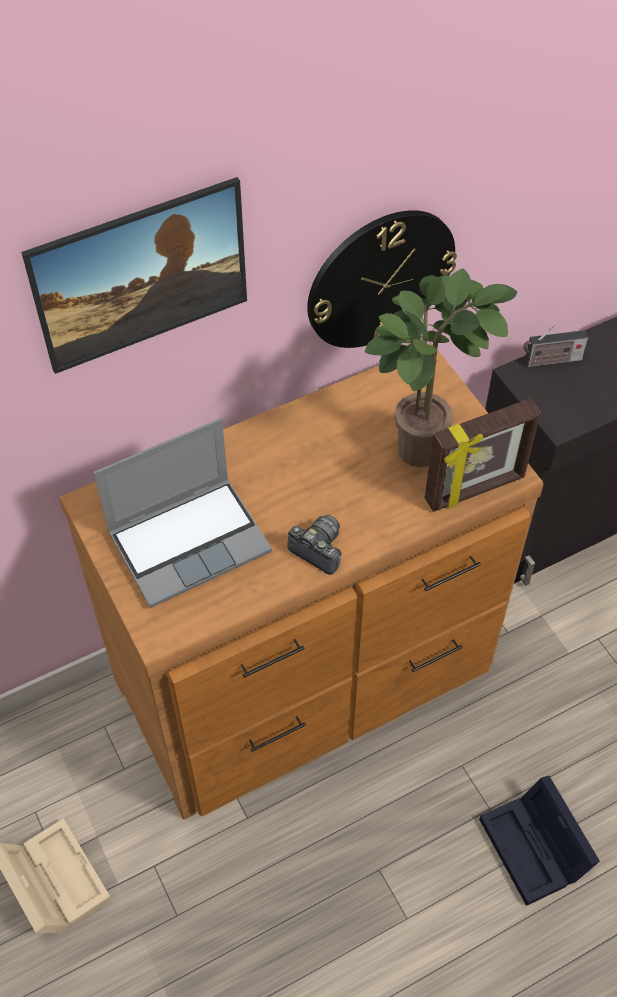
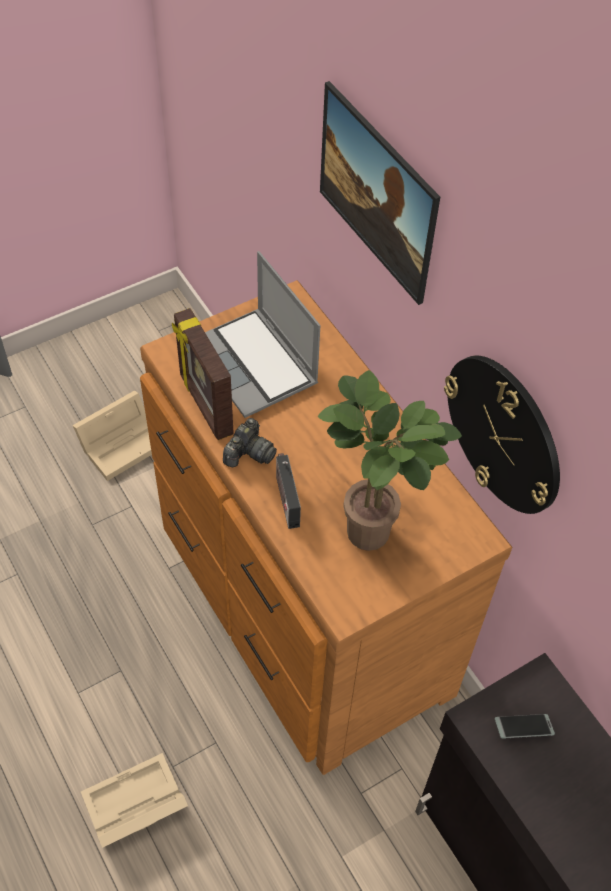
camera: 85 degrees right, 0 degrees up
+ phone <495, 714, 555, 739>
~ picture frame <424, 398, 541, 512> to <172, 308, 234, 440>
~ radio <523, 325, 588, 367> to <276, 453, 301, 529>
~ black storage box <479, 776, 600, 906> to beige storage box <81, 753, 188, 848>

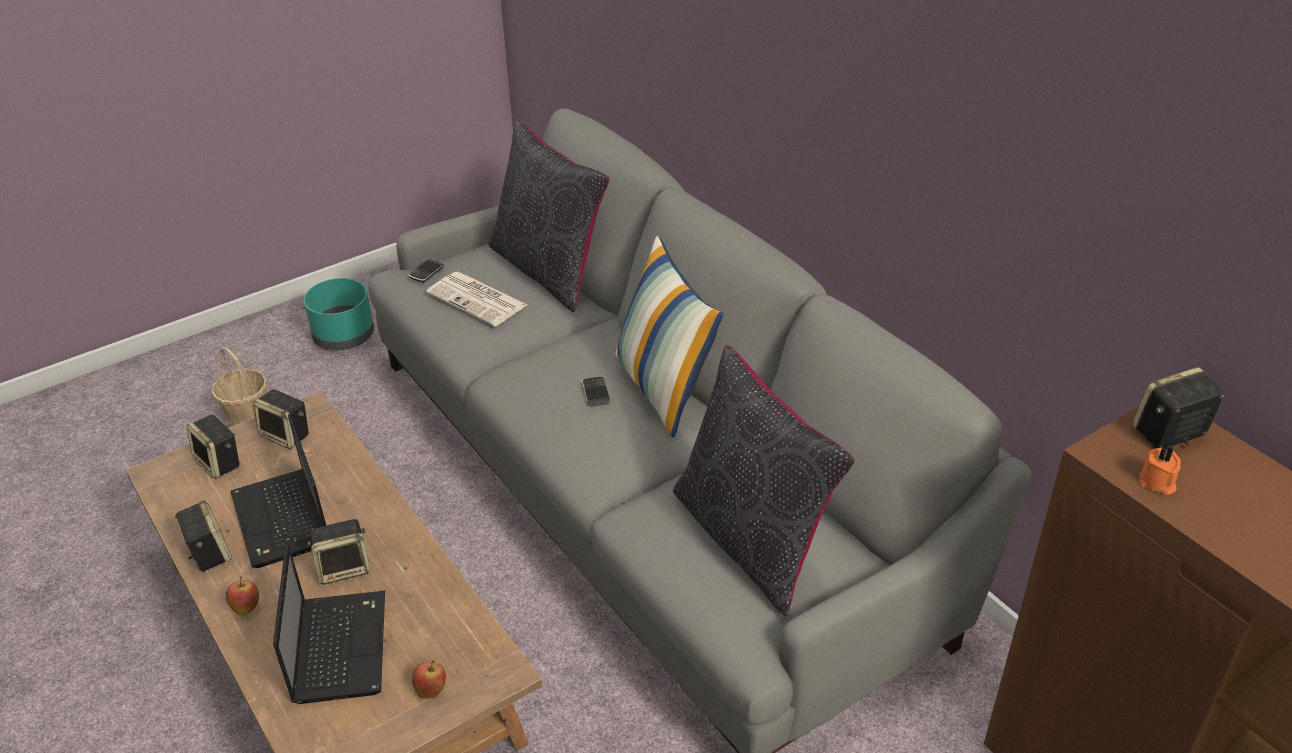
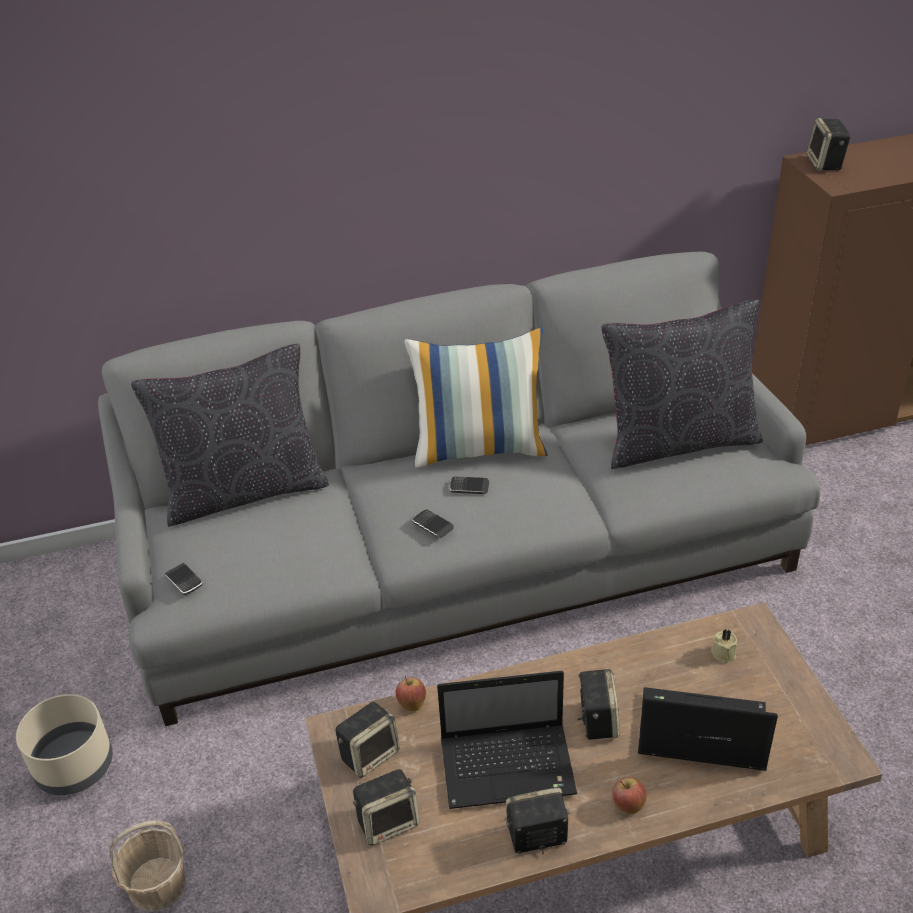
camera: 70 degrees left, 0 degrees up
- newspaper <426, 272, 527, 326>
- orange candle <1139, 444, 1181, 495>
+ phone <412, 509, 454, 538>
+ beige candle <711, 629, 737, 664>
~ apple <412, 660, 446, 699> to <396, 676, 426, 711>
~ turquoise planter <304, 278, 374, 350> to beige planter <16, 694, 113, 795>

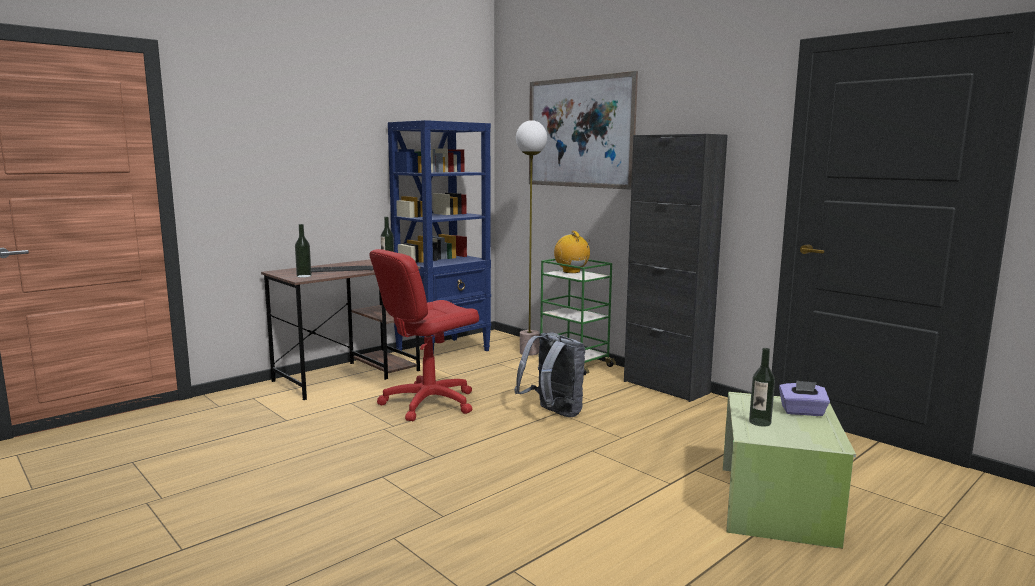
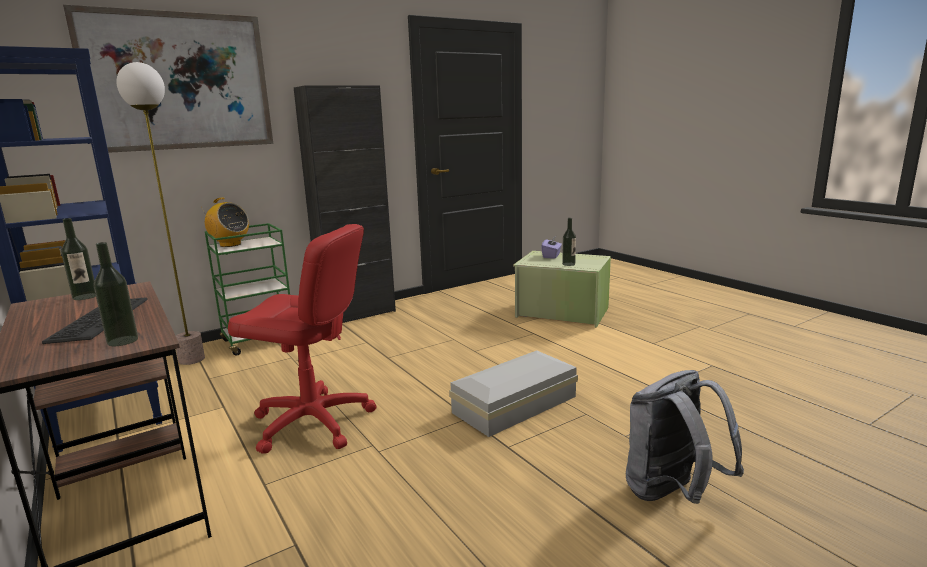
camera: 80 degrees left, 5 degrees up
+ white storage box <449, 350, 578, 437>
~ grey backpack <514, 332, 585, 417> to <626, 370, 744, 504>
~ red office chair <369, 249, 479, 421> = <228, 224, 377, 454> 45 degrees counterclockwise
~ radio <554, 231, 590, 273> = <202, 197, 249, 247> 135 degrees counterclockwise

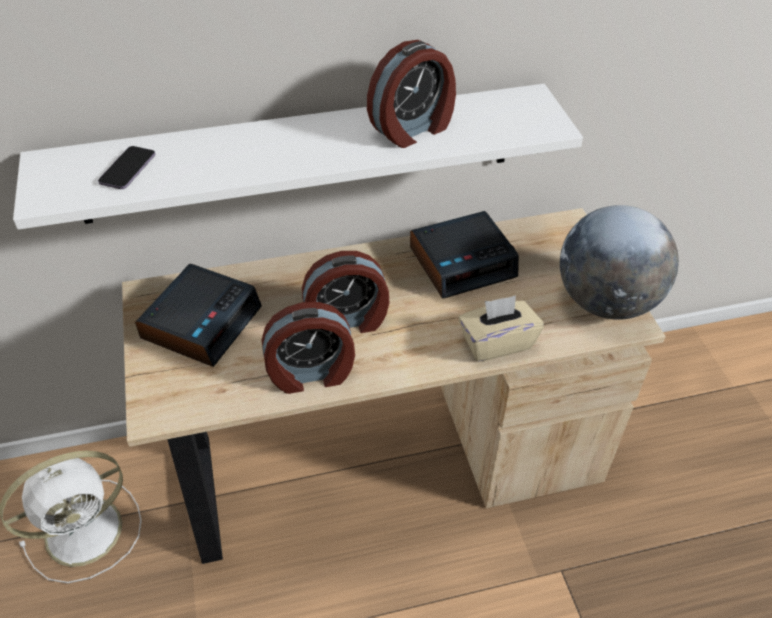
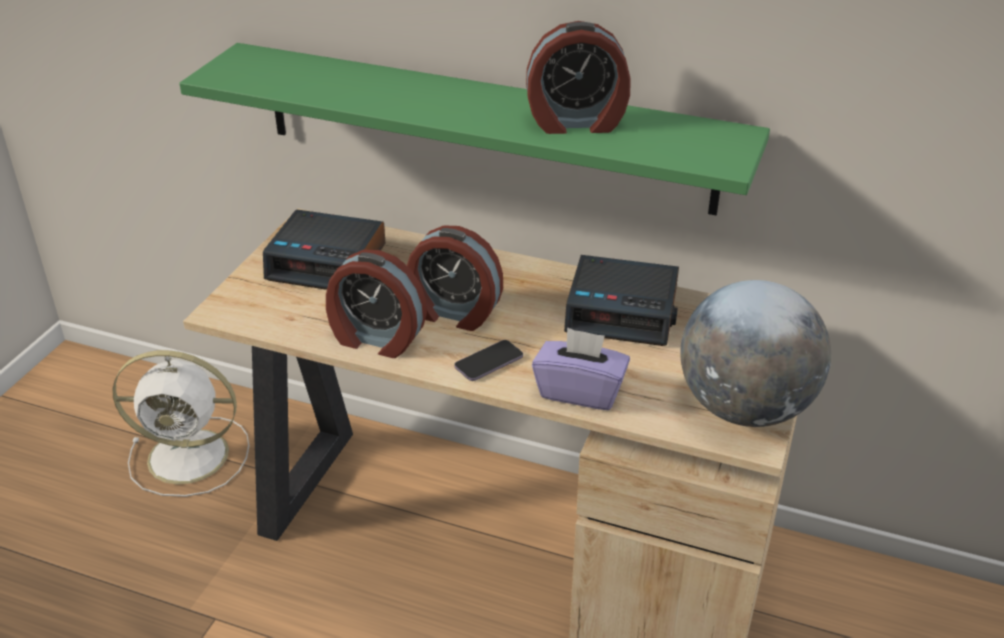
camera: 35 degrees right, 10 degrees down
~ phone <98, 146, 155, 189> to <454, 340, 523, 381>
~ white shelf <13, 84, 583, 230> to green shelf <179, 43, 770, 215>
~ beige tissue box <458, 296, 544, 362> to purple tissue box <532, 327, 630, 410>
~ alarm clock <135, 264, 262, 367> = <263, 210, 385, 290> 45 degrees clockwise

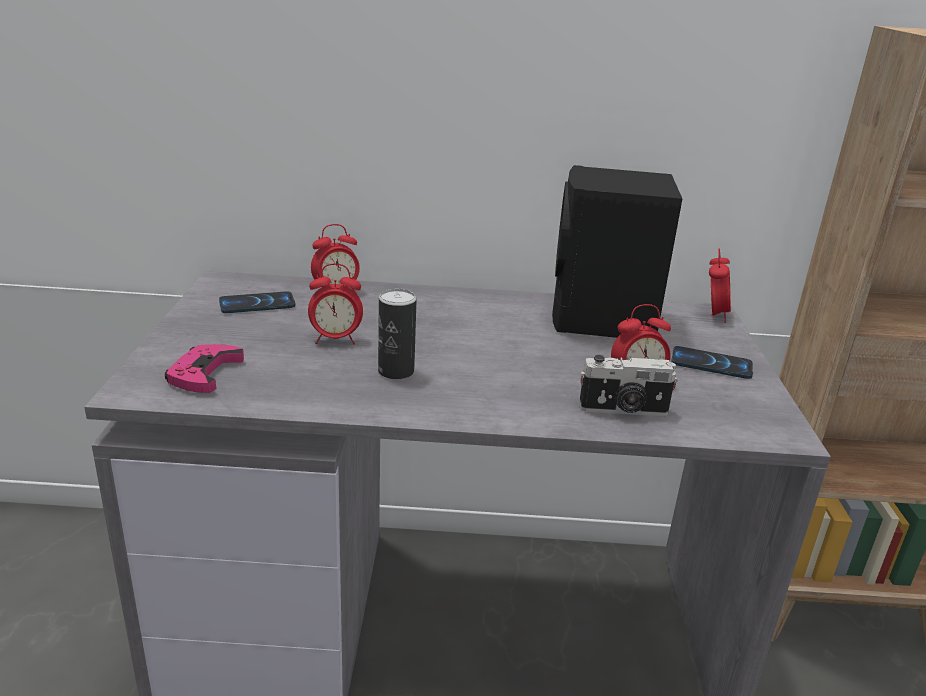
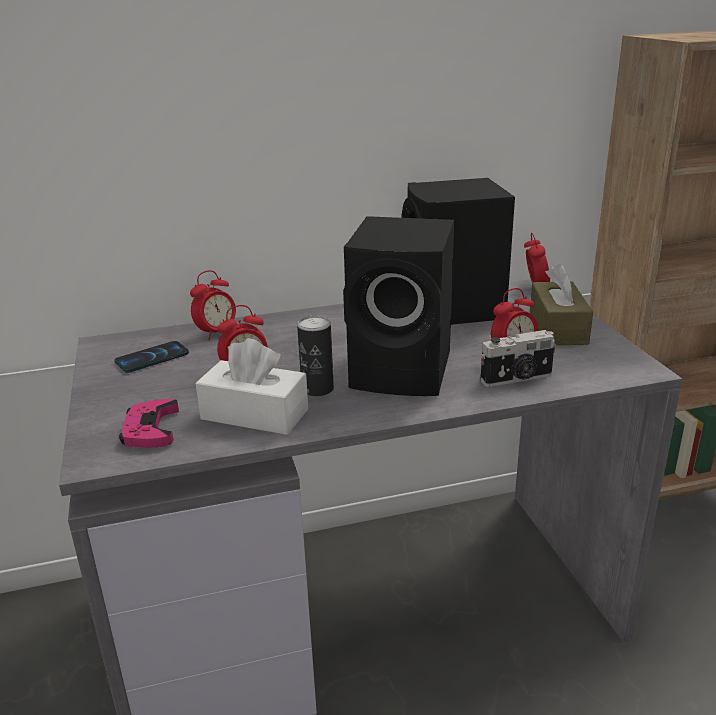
camera: 15 degrees left, 0 degrees up
+ white tissue box <195, 338, 308, 435>
+ black speaker <343, 216, 454, 396>
~ phone <671, 346, 753, 379> to brown tissue box <530, 263, 593, 345>

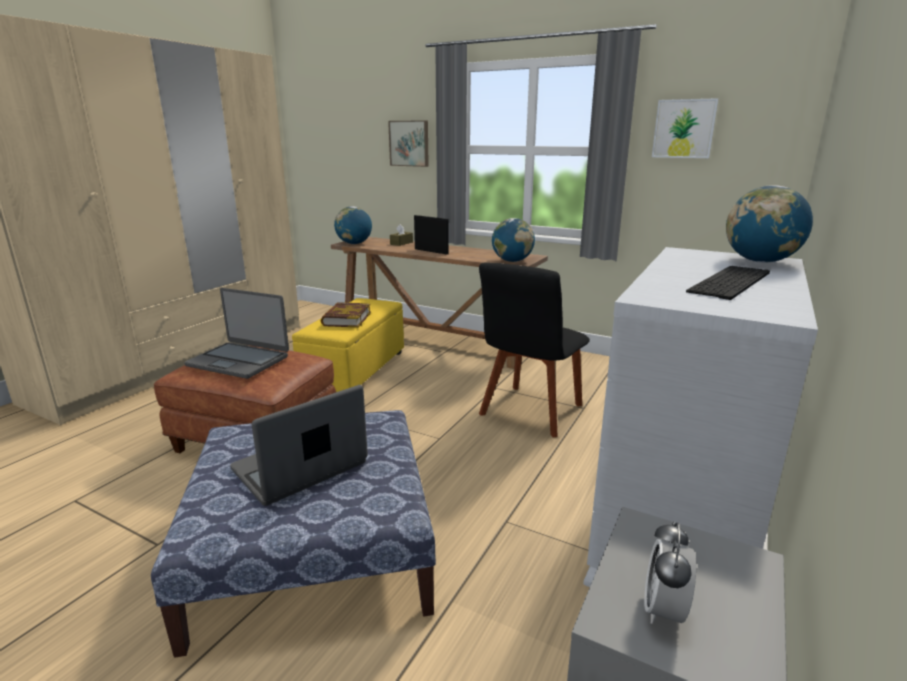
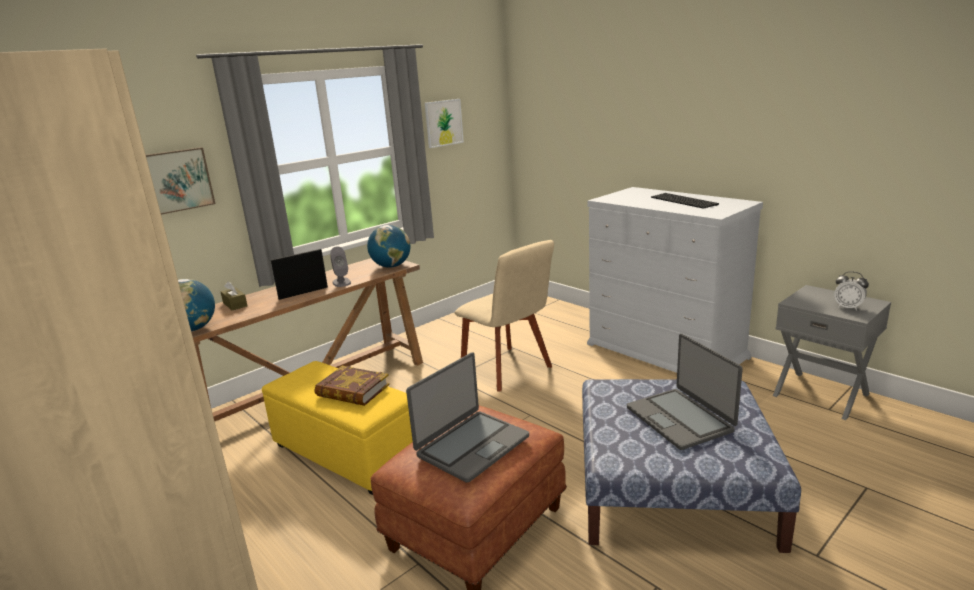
camera: 70 degrees left, 0 degrees up
- globe <726, 185, 813, 263>
+ grey speaker <330, 247, 351, 287>
~ black chair <479, 263, 590, 437> to beige chair <455, 240, 554, 391>

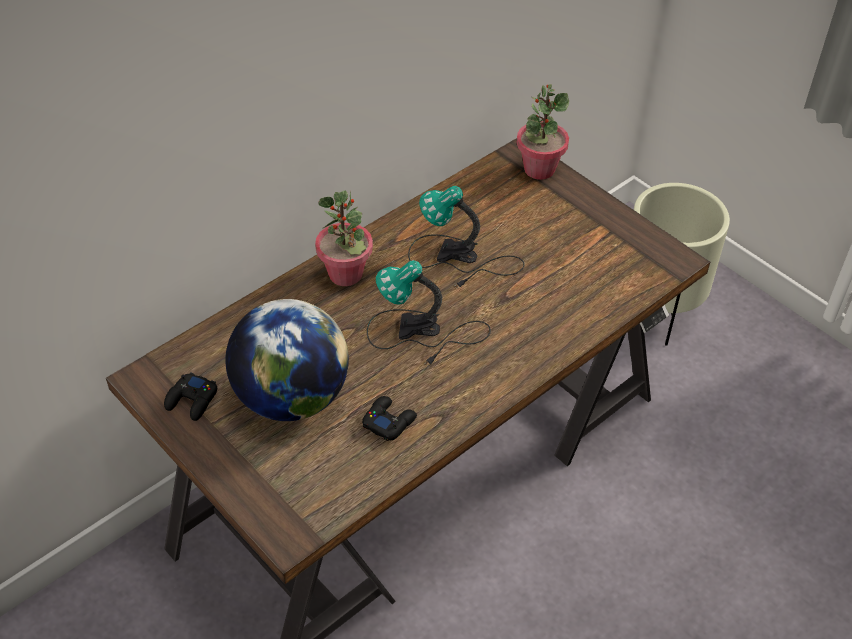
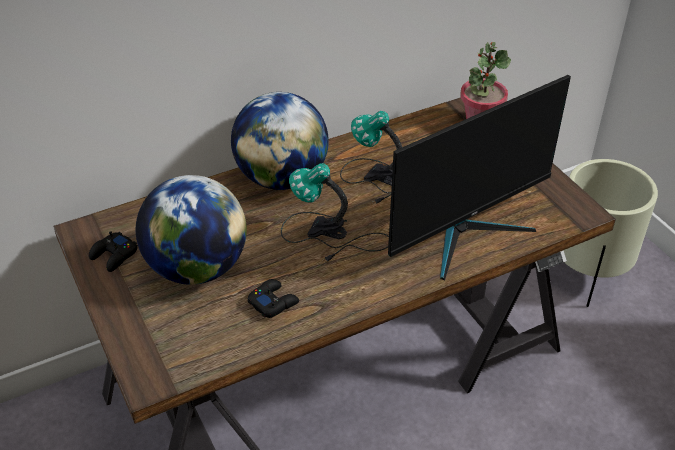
camera: 15 degrees right, 5 degrees down
+ monitor <388, 75, 571, 281>
~ potted plant <315, 191, 373, 286> to globe <231, 92, 329, 190>

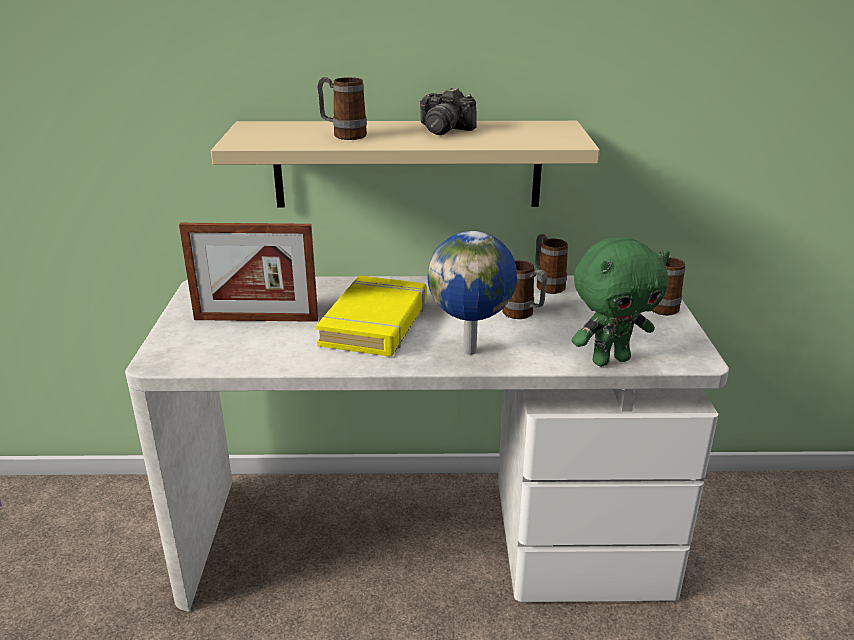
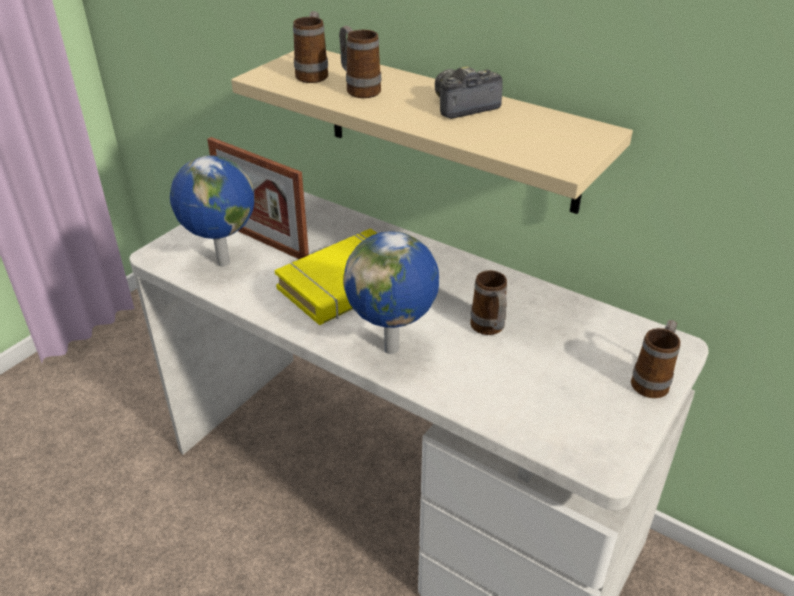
camera: 35 degrees right, 10 degrees up
- green plush toy <572, 238, 670, 366>
+ globe <170, 155, 254, 267>
~ mug <535, 234, 568, 294> to <293, 11, 328, 83>
~ photo camera <420, 88, 477, 135> = <435, 66, 503, 119> 90 degrees clockwise

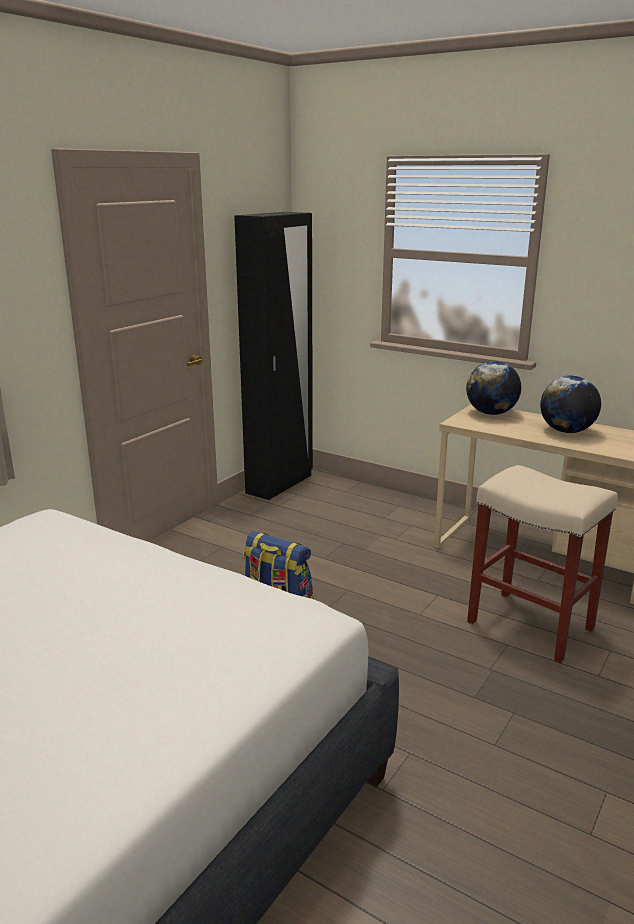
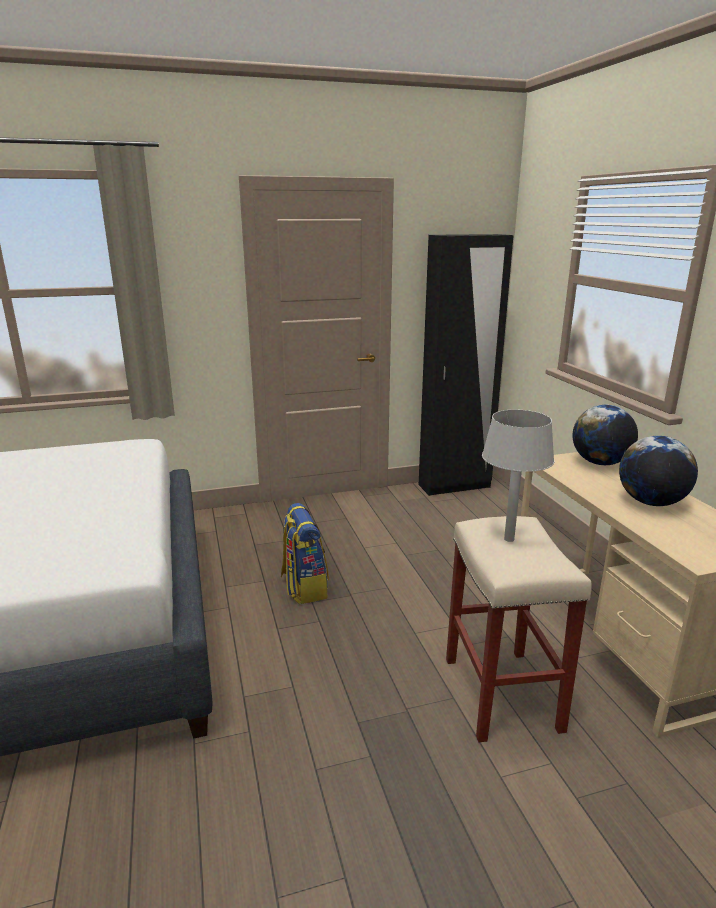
camera: 40 degrees right, 0 degrees up
+ grey table lamp <482, 410, 554, 542>

